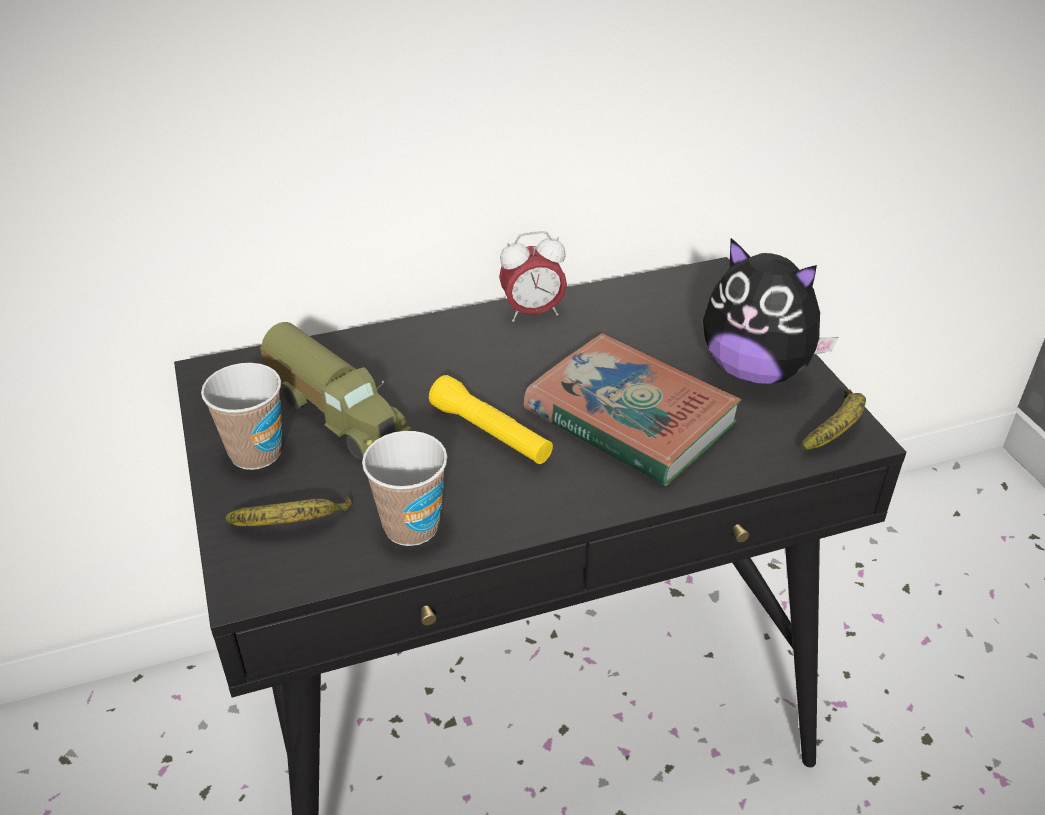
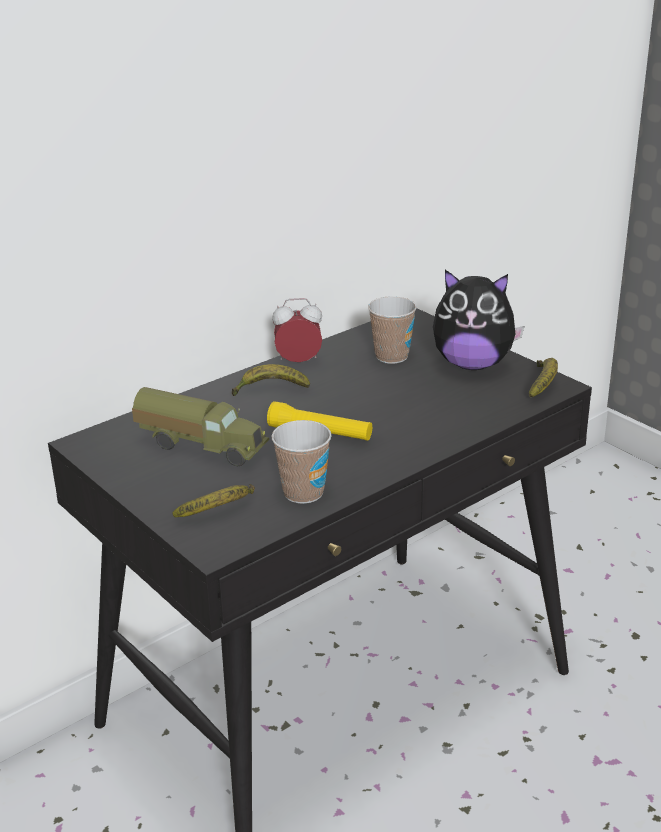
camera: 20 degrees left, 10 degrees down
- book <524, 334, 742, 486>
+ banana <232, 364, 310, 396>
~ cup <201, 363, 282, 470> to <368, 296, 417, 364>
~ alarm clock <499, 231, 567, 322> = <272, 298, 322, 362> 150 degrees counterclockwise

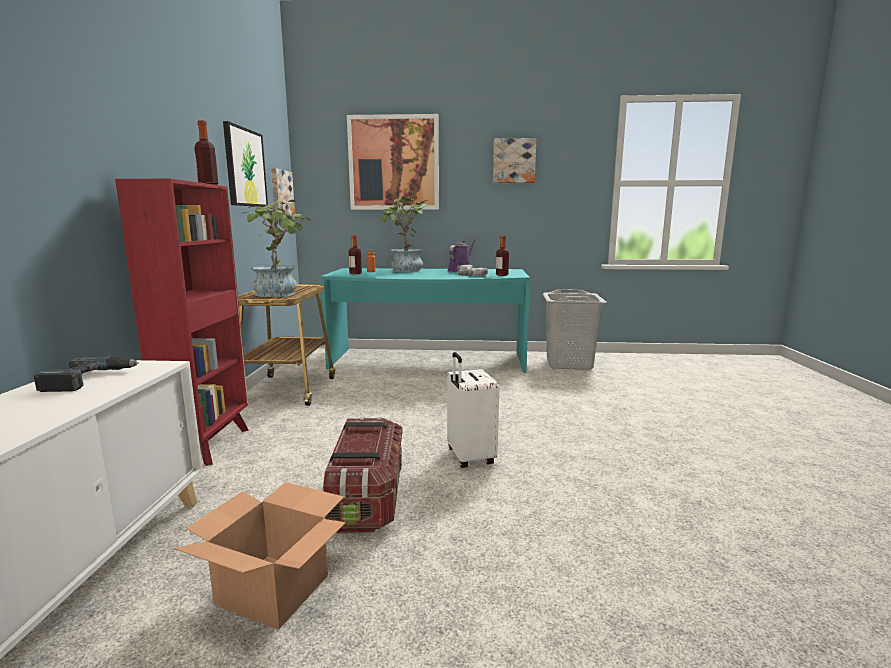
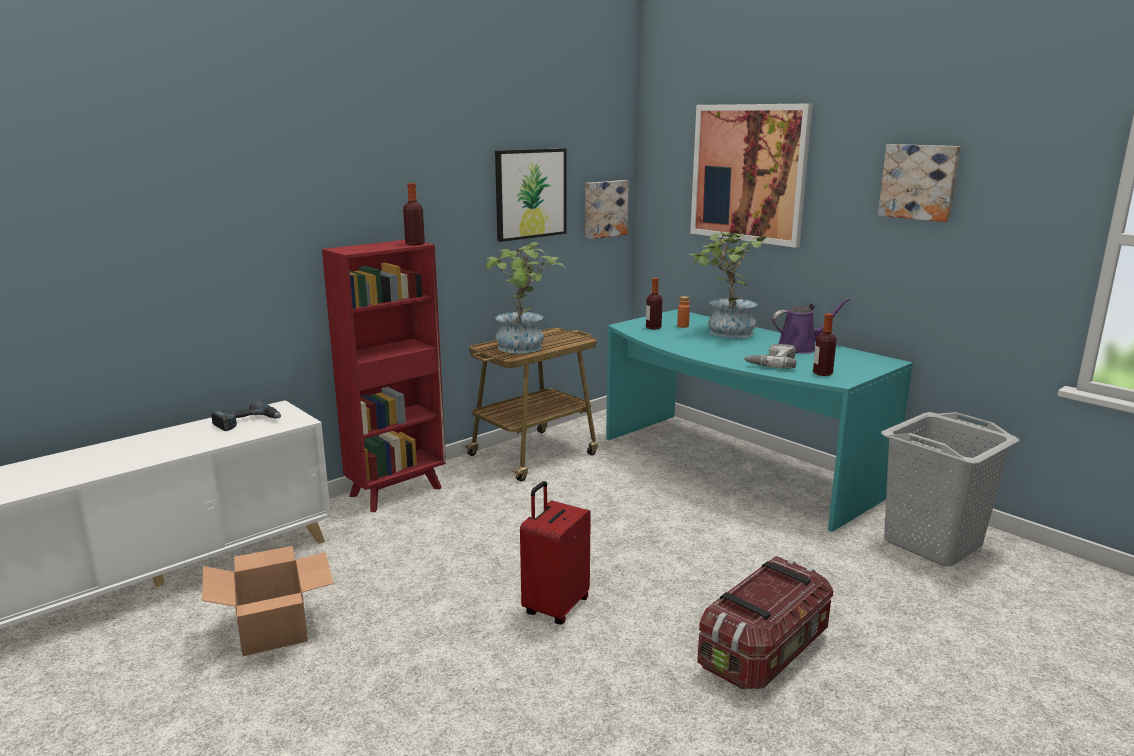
camera: 45 degrees right, 5 degrees up
~ storage box <323, 417, 403, 533> to <697, 556, 834, 689>
~ white suitcase <447, 352, 499, 468> to red suitcase <520, 481, 591, 625>

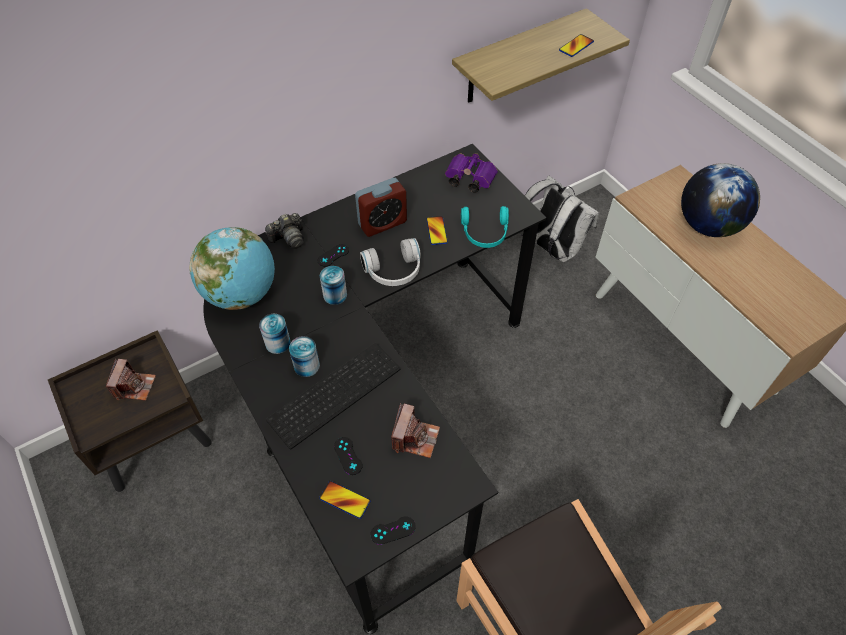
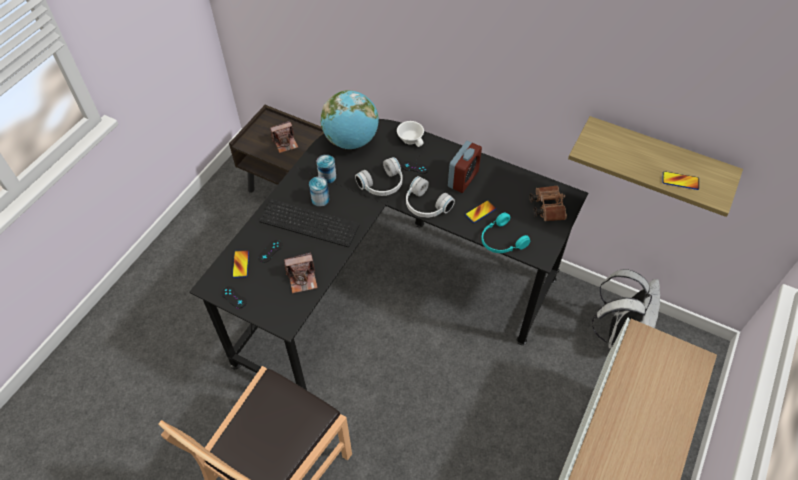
camera: 60 degrees right, 0 degrees up
- globe <681, 163, 760, 237>
~ photo camera <265, 213, 304, 249> to white cup <397, 121, 424, 147>
~ can <320, 266, 347, 305> to white headphones <355, 157, 403, 196>
~ purple binoculars <445, 153, 498, 193> to brown binoculars <529, 186, 567, 221>
~ alarm clock <355, 178, 407, 237> = <448, 141, 482, 193> 90 degrees counterclockwise

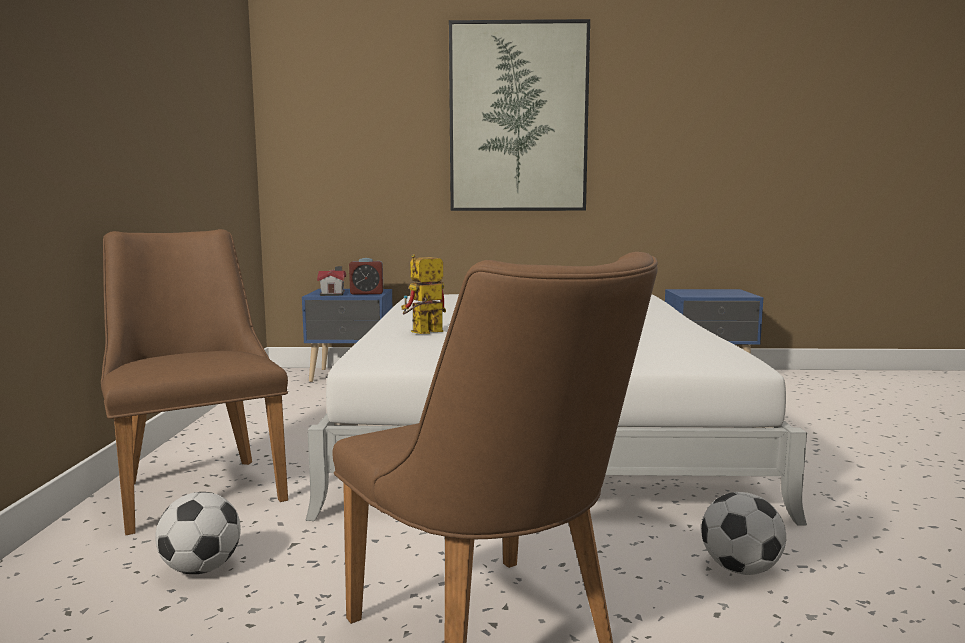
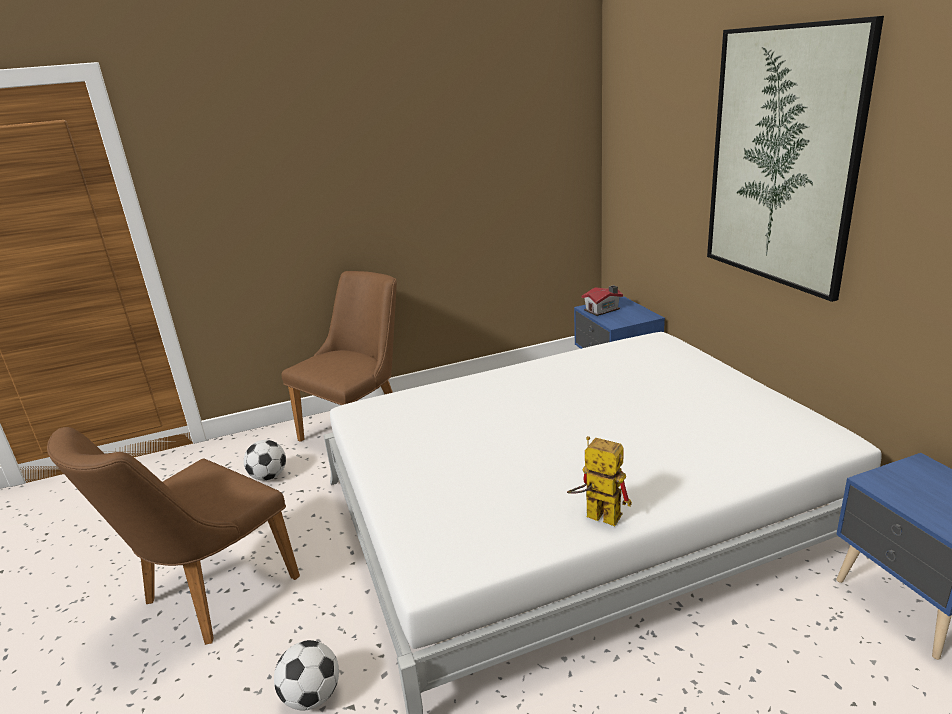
camera: 70 degrees right, 15 degrees up
- alarm clock <349, 258, 383, 295>
~ toy robot <401, 254, 446, 334> to <567, 436, 632, 526>

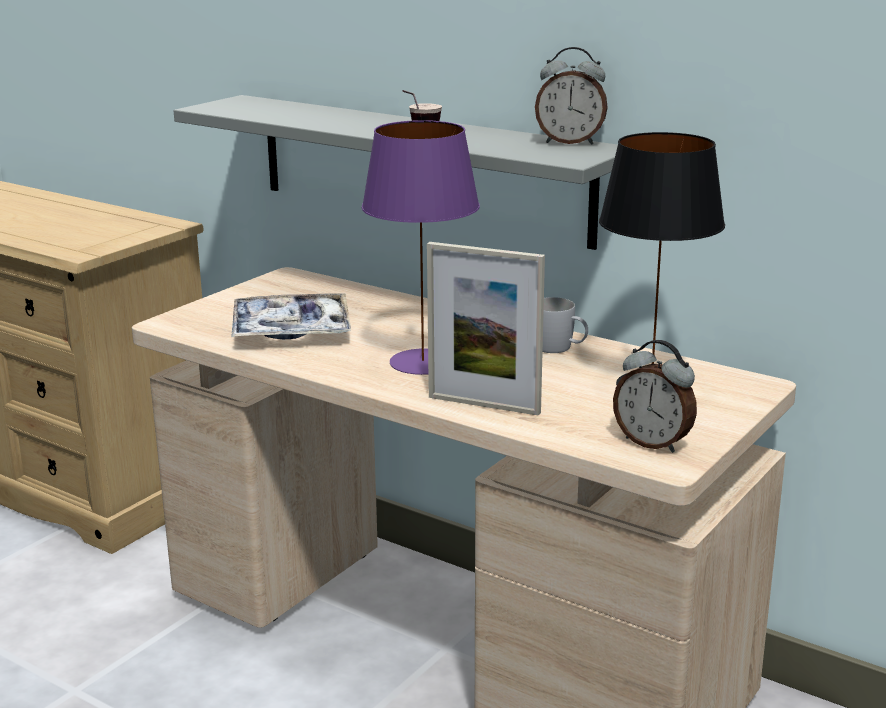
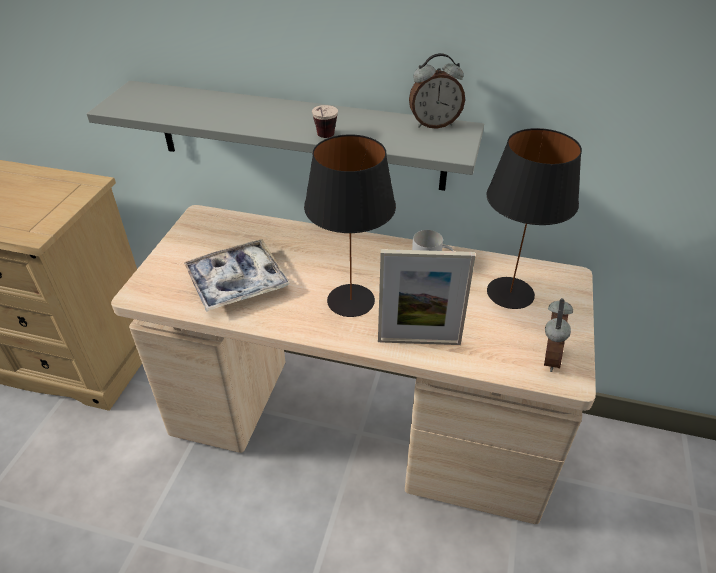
camera: 20 degrees left, 20 degrees up
~ purple table lamp <362, 120, 480, 375> to black table lamp <304, 135, 396, 317>
~ alarm clock <613, 340, 697, 453> = <544, 298, 573, 372> 90 degrees counterclockwise

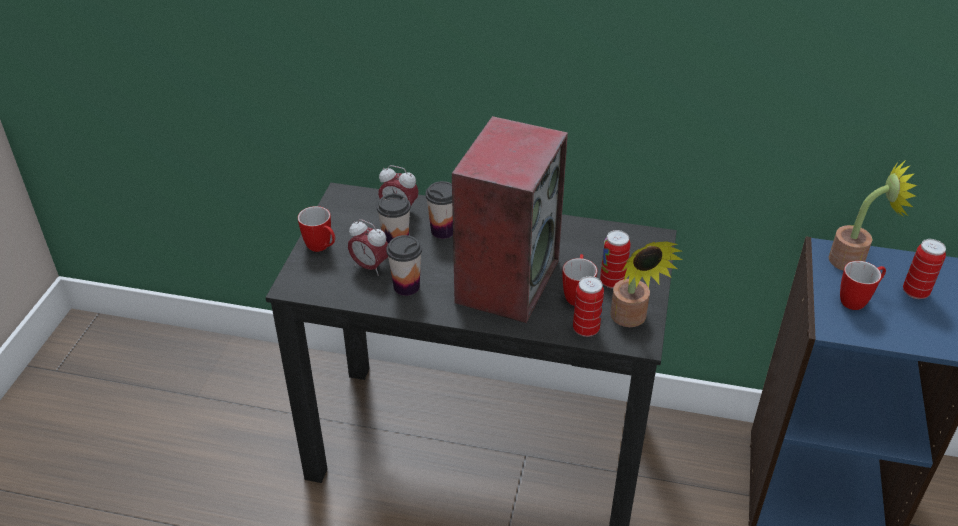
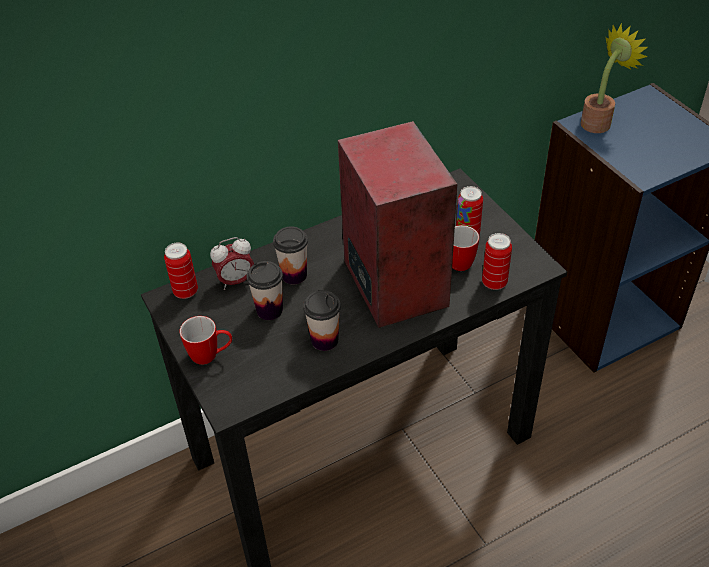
camera: 40 degrees left, 5 degrees up
- alarm clock <348, 219, 388, 276>
- potted plant <610, 241, 683, 327>
- mug <840, 261, 886, 310>
~ can <903, 239, 946, 299> to <164, 243, 198, 299>

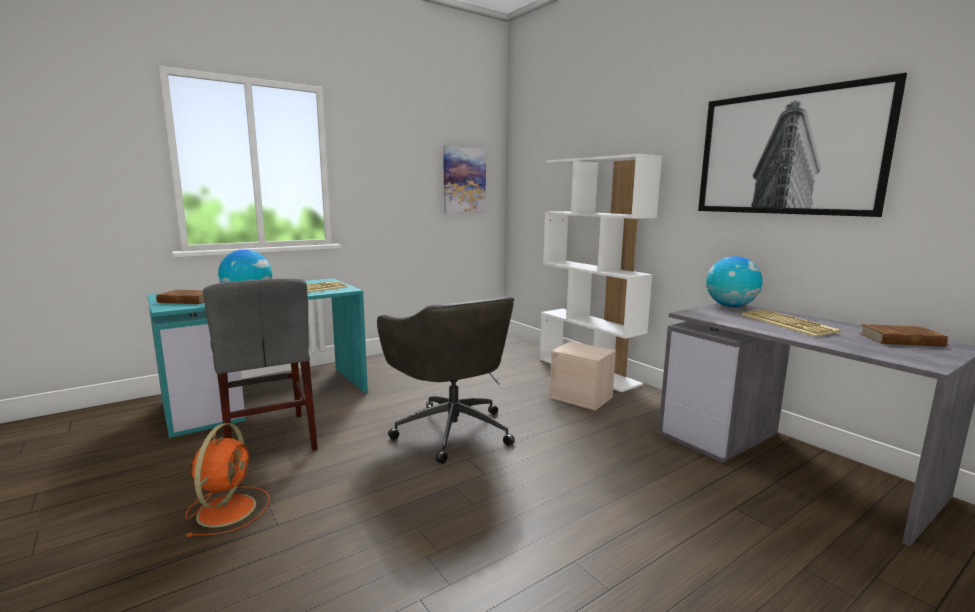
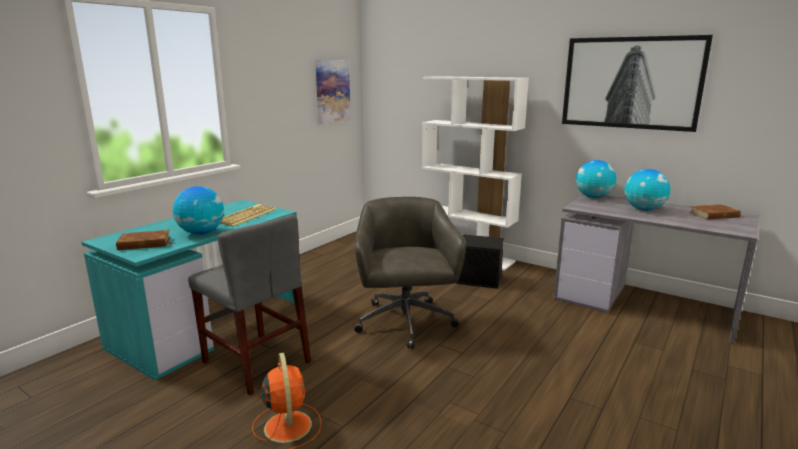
camera: 20 degrees left, 5 degrees up
~ keyboard <741, 309, 841, 337> to globe <624, 169, 670, 210>
~ beige storage box <549, 341, 616, 411> to black storage box <456, 234, 504, 289>
~ grey office chair <377, 296, 515, 464> = <354, 197, 466, 349> 135 degrees counterclockwise

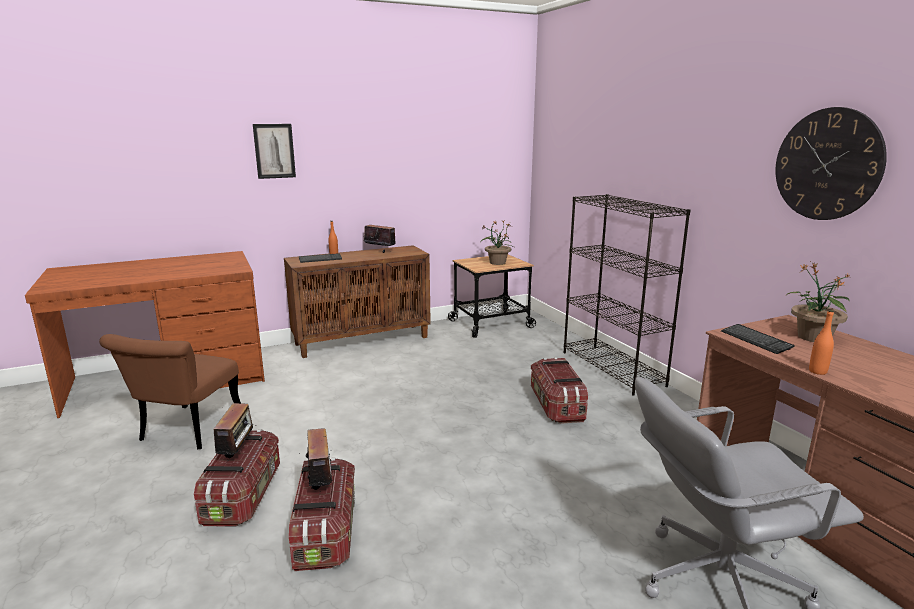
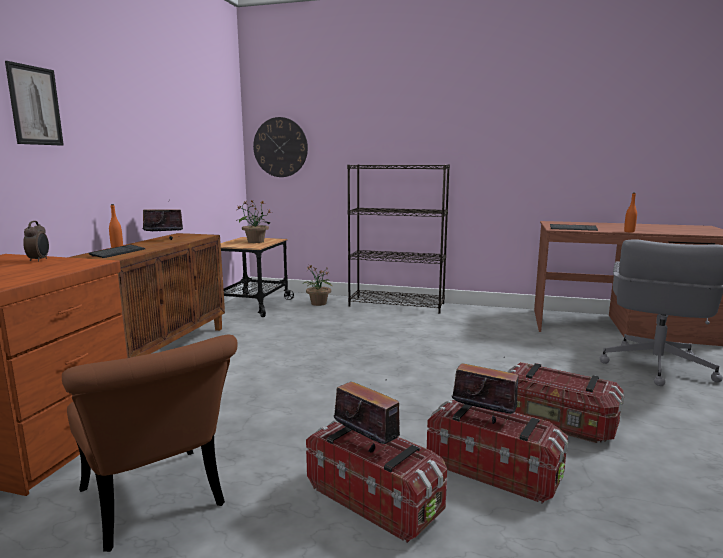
camera: 50 degrees left, 5 degrees down
+ alarm clock <23, 221, 49, 262>
~ storage box <531, 358, 588, 424> to <508, 362, 624, 443>
~ wall clock <775, 107, 887, 220> to <253, 117, 308, 177>
~ potted plant <786, 262, 850, 342> to <302, 265, 333, 306>

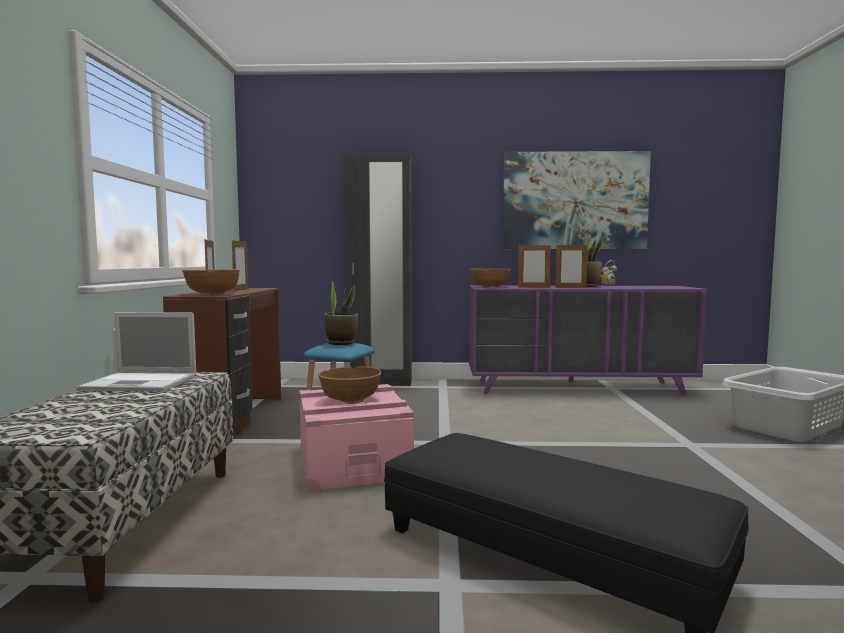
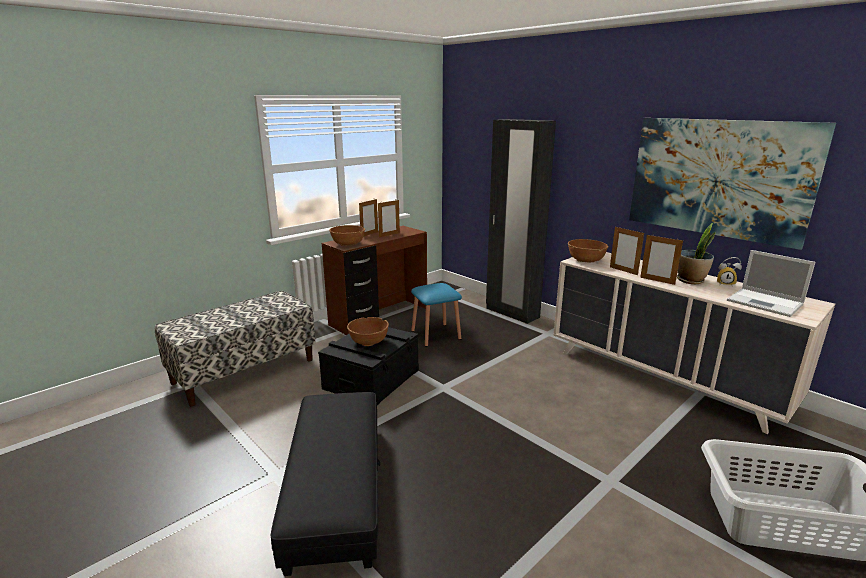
camera: 45 degrees right, 15 degrees up
- potted plant <324, 282, 358, 345>
~ laptop <77, 312, 196, 391> to <727, 250, 816, 317>
~ pink storage box <299, 384, 414, 492> to black storage box <318, 327, 419, 405>
~ purple dresser <469, 285, 707, 395> to beige dresser <553, 252, 835, 434>

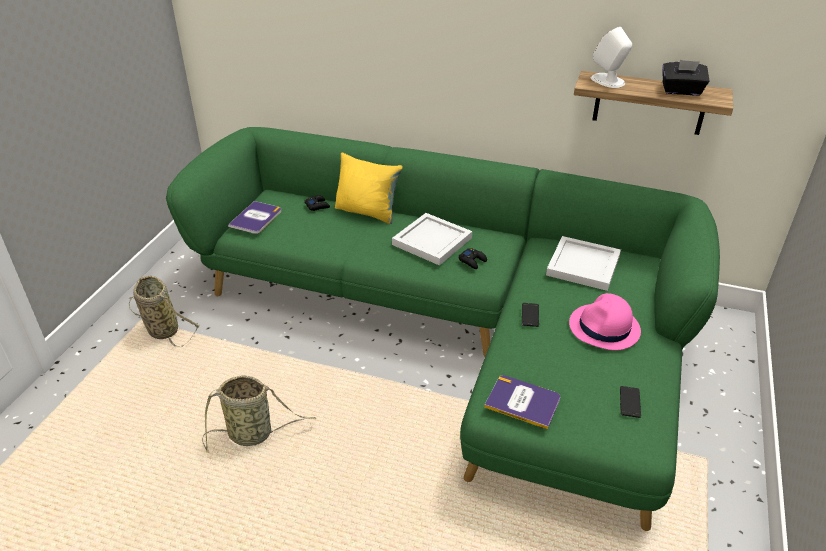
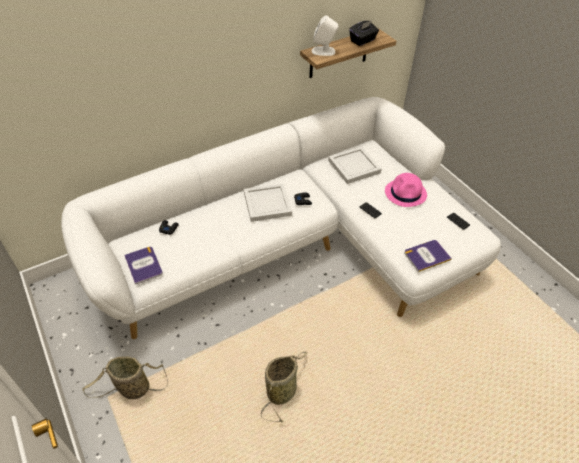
camera: 50 degrees left, 10 degrees up
- yellow pillow <335, 152, 403, 224>
~ green sofa <166, 127, 720, 531> to white sofa <61, 97, 501, 339>

